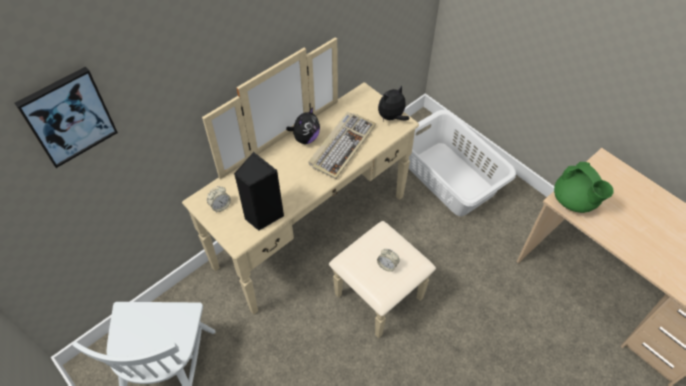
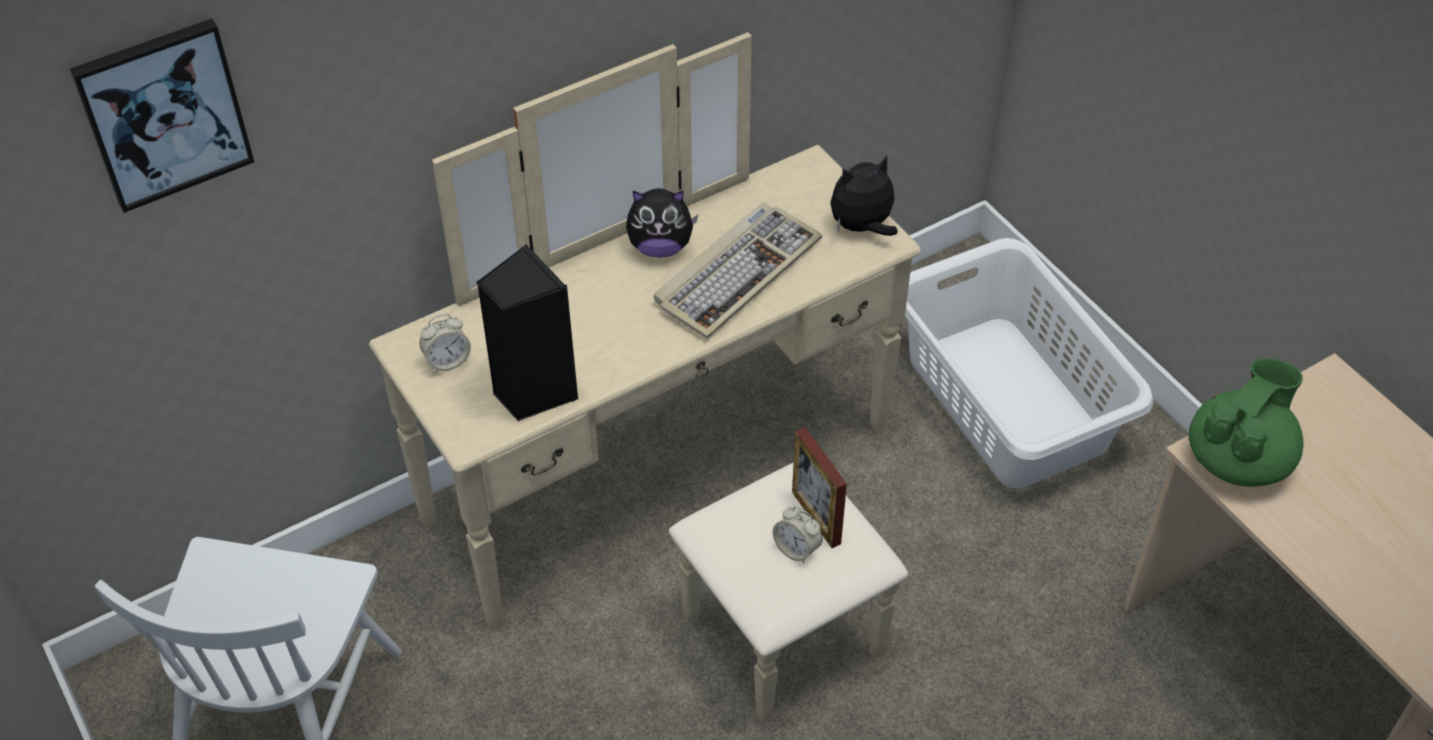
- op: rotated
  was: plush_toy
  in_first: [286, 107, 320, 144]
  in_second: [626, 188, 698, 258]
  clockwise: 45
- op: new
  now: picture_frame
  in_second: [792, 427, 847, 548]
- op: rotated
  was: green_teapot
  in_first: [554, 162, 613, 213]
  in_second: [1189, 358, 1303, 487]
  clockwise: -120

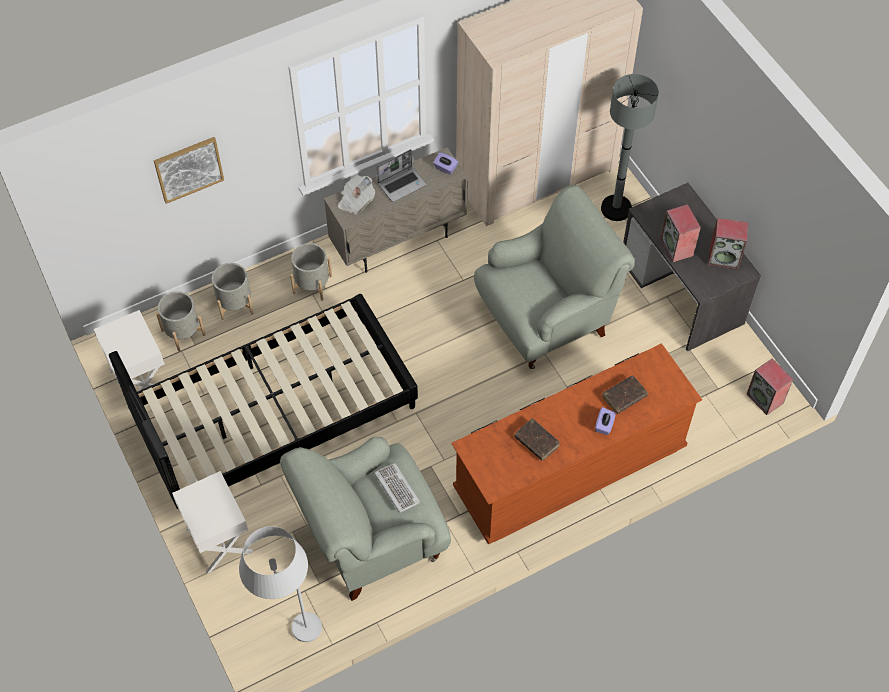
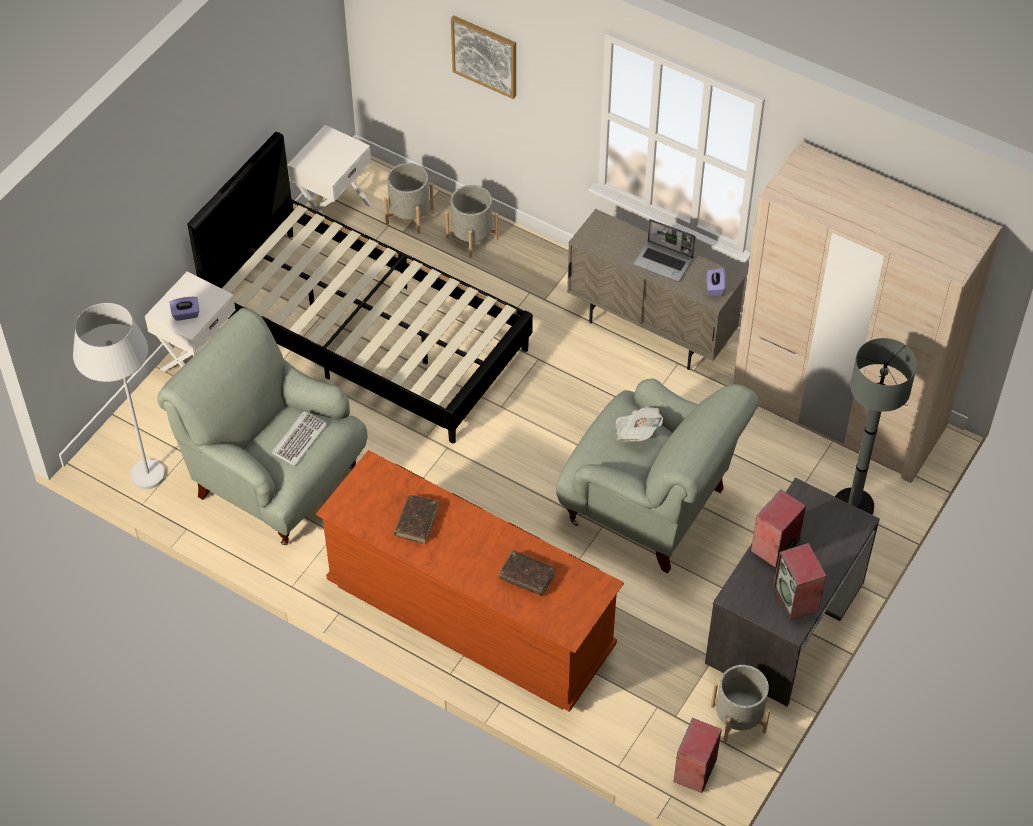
- op: shifted
  was: purple_tissue_box
  in_first: [595, 407, 616, 435]
  in_second: [170, 297, 199, 321]
- op: shifted
  was: newspaper
  in_first: [338, 175, 375, 215]
  in_second: [616, 407, 663, 441]
- op: shifted
  was: grey_planter
  in_first: [290, 243, 332, 301]
  in_second: [711, 665, 770, 743]

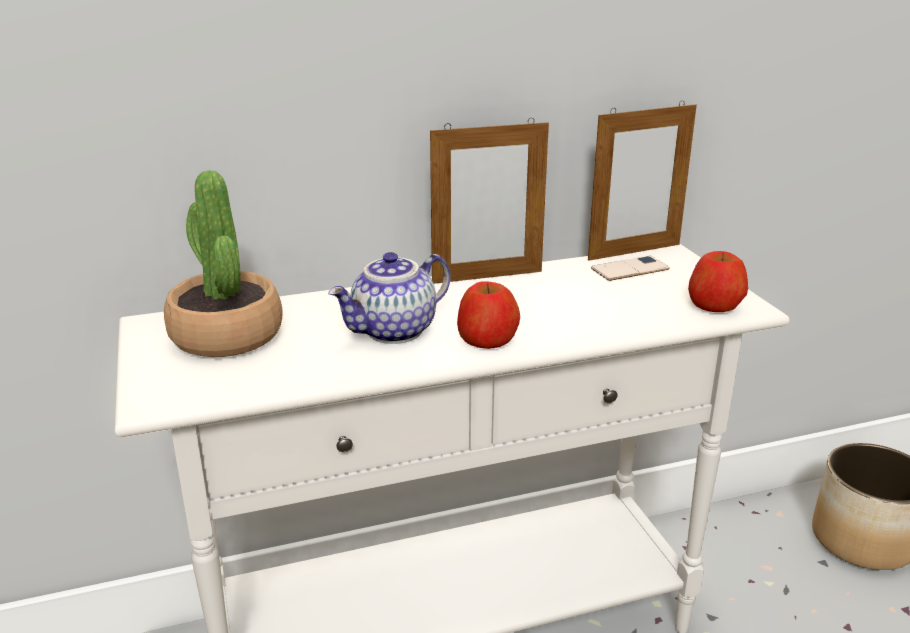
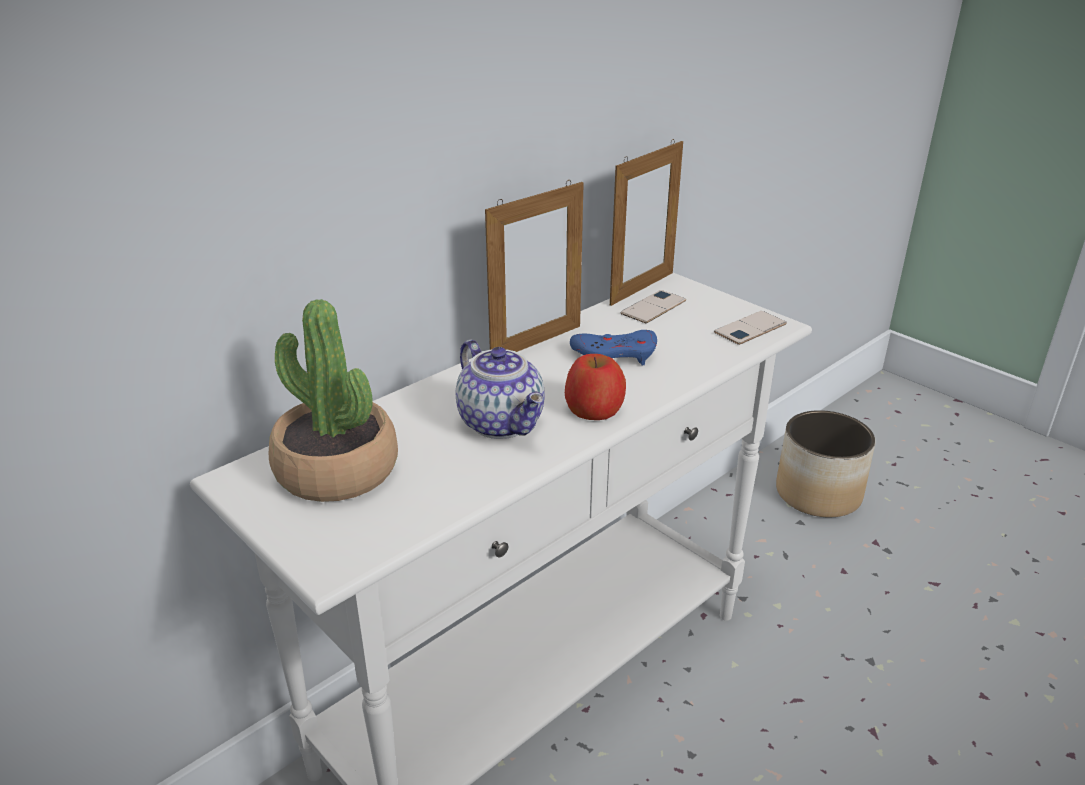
- op: rotated
  was: teapot
  in_first: [328, 252, 451, 344]
  in_second: [456, 340, 545, 439]
  clockwise: -60
- op: new
  now: blue_game_controller
  in_second: [570, 330, 657, 365]
- op: swapped
  was: apple
  now: phone
  in_first: [688, 251, 748, 312]
  in_second: [714, 311, 787, 345]

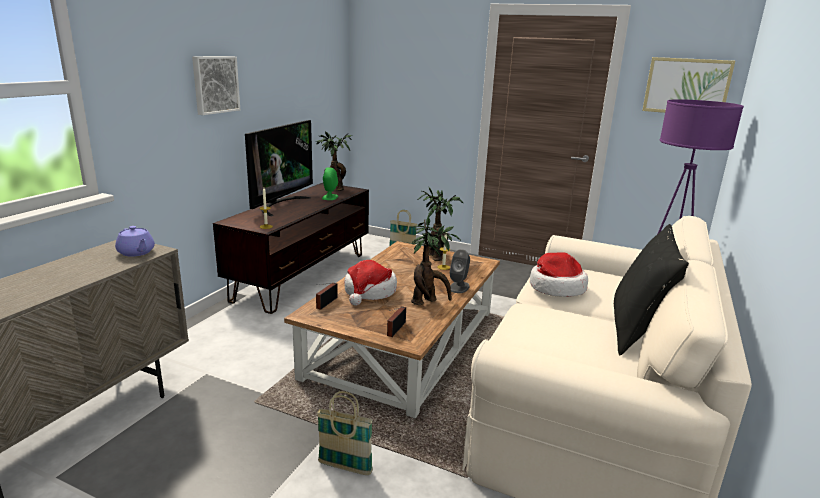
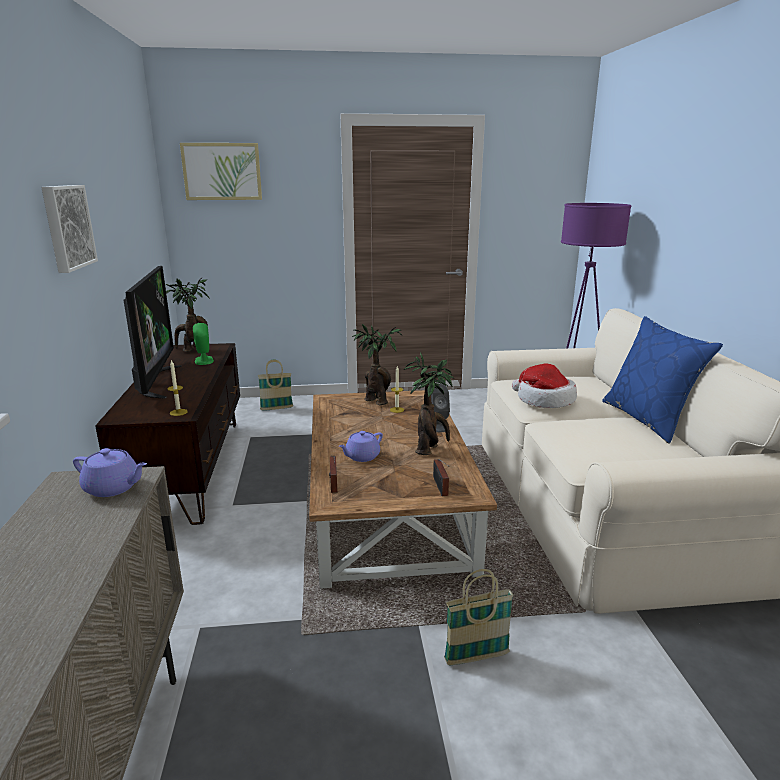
- op: shifted
  was: picture
  in_first: [642, 57, 735, 113]
  in_second: [180, 143, 262, 200]
- op: swapped
  was: hat
  now: purple_teapot
  in_first: [344, 260, 397, 306]
  in_second: [339, 431, 383, 462]
- op: repainted
  was: black_pillow
  now: blue_pillow
  in_first: [614, 224, 689, 355]
  in_second: [602, 316, 723, 444]

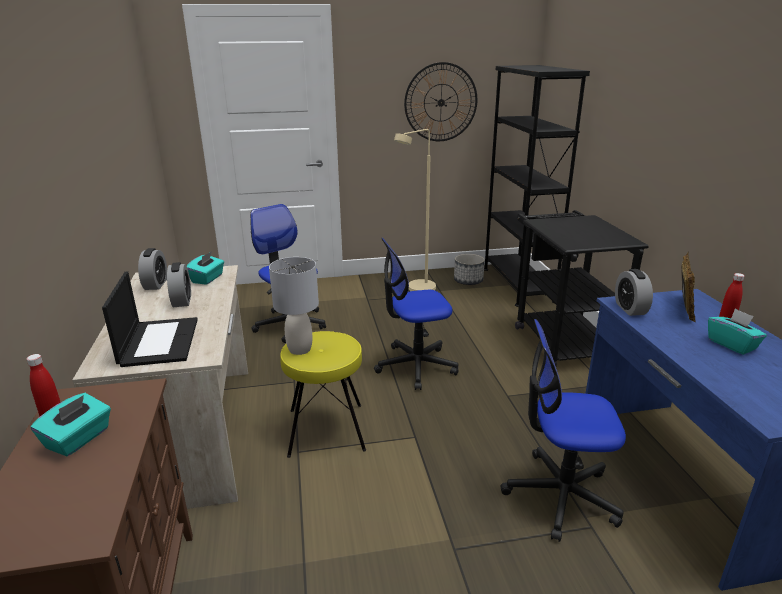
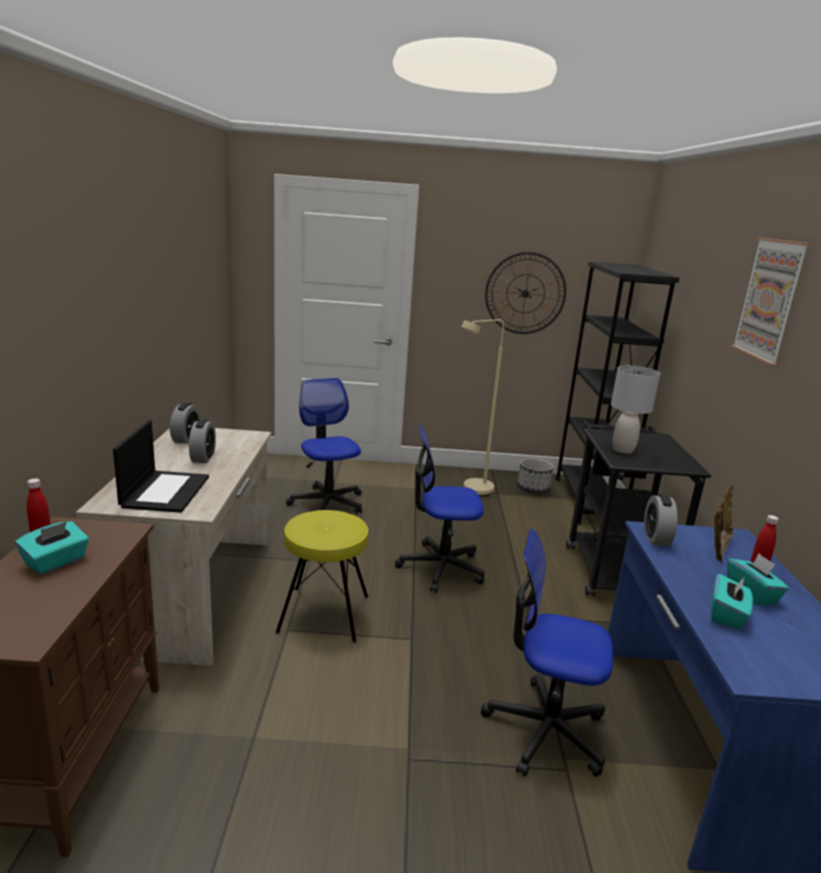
- op: shifted
  was: grey_table_lamp
  in_first: [269, 257, 319, 355]
  in_second: [611, 366, 660, 454]
- op: shifted
  was: turquoise_tissue_box
  in_first: [187, 251, 224, 285]
  in_second: [711, 574, 753, 629]
- op: new
  now: picture
  in_second: [731, 238, 811, 367]

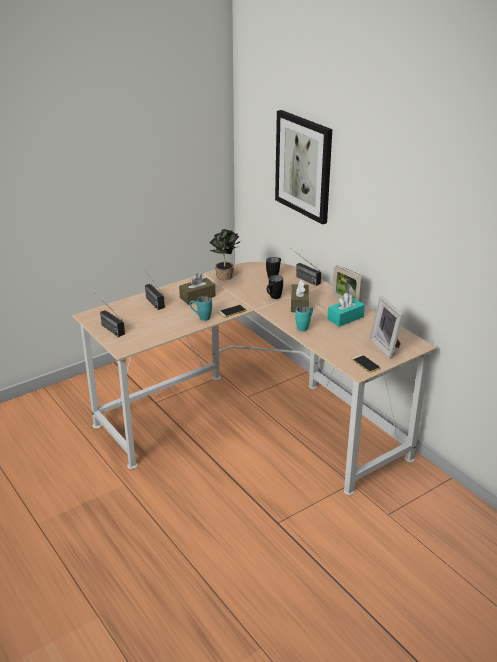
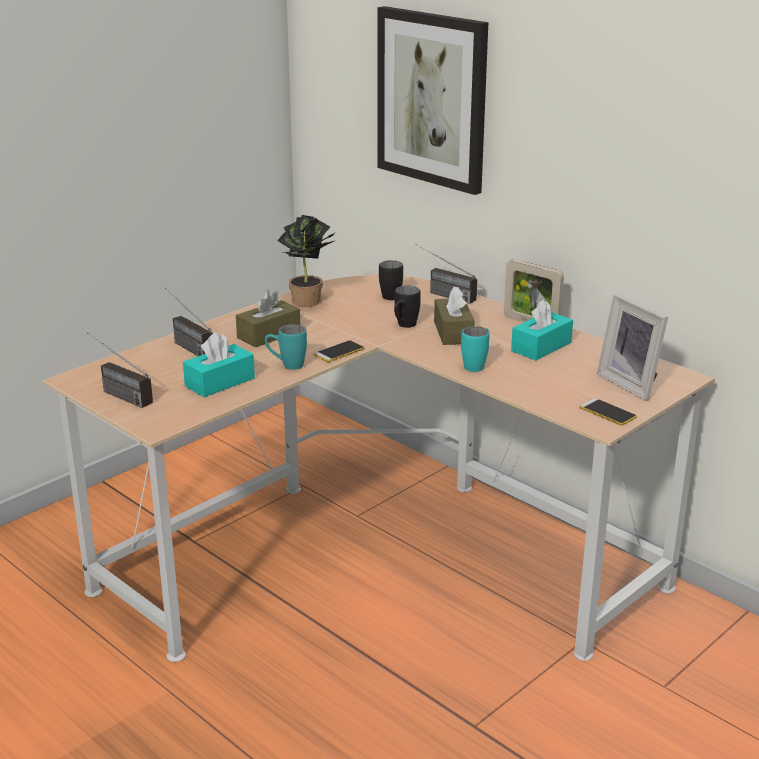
- op: new
  now: turquoise_tissue_box
  in_second: [183, 332, 255, 397]

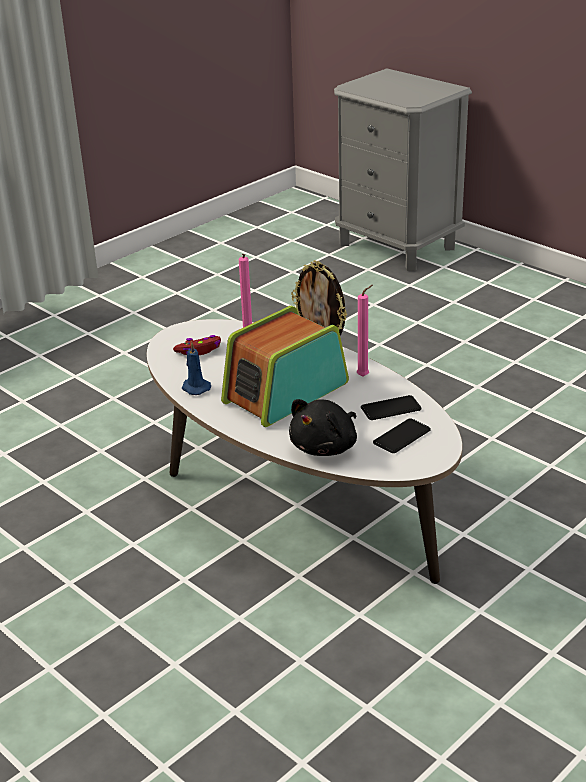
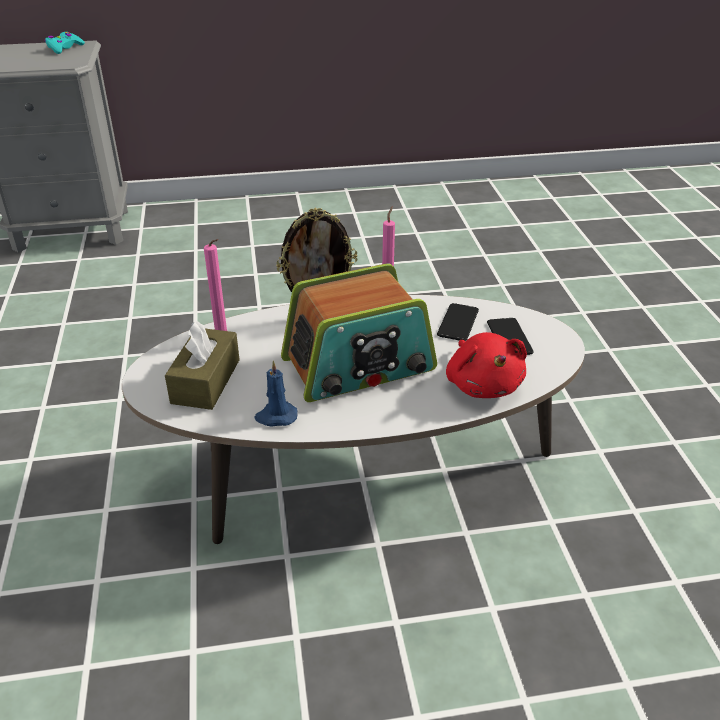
- op: new
  now: turquoise_game_controller
  in_second: [45, 32, 85, 54]
- op: swapped
  was: red_game_controller
  now: brown_tissue_box
  in_first: [173, 335, 221, 355]
  in_second: [165, 321, 240, 410]
- op: rotated
  was: radio
  in_first: [221, 306, 349, 427]
  in_second: [281, 264, 437, 402]
  clockwise: -105
- op: repainted
  was: black_plush_toy
  now: red_plush_toy
  in_first: [289, 399, 357, 456]
  in_second: [446, 332, 527, 398]

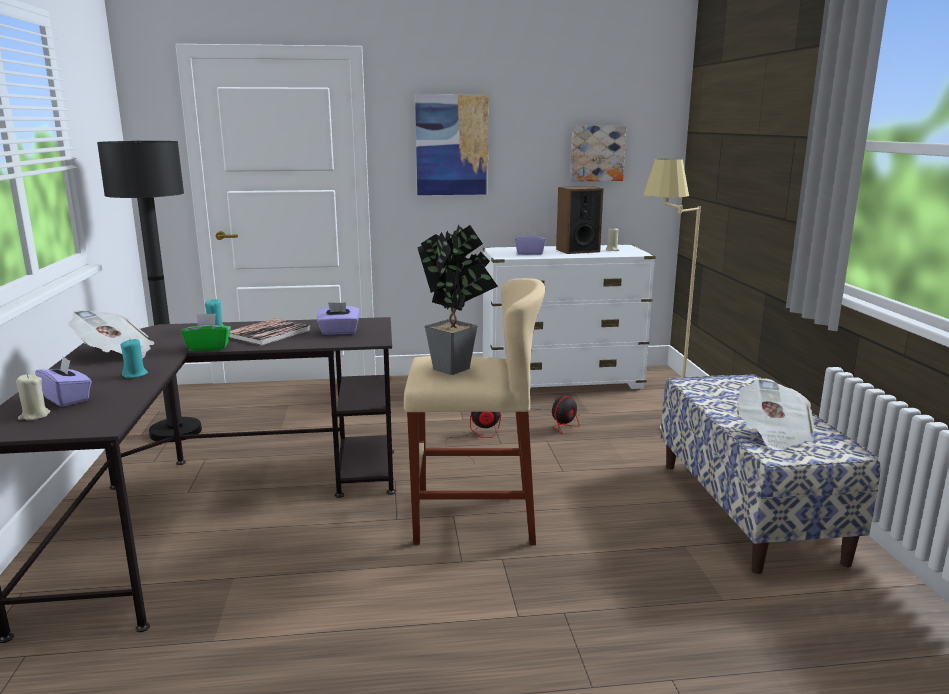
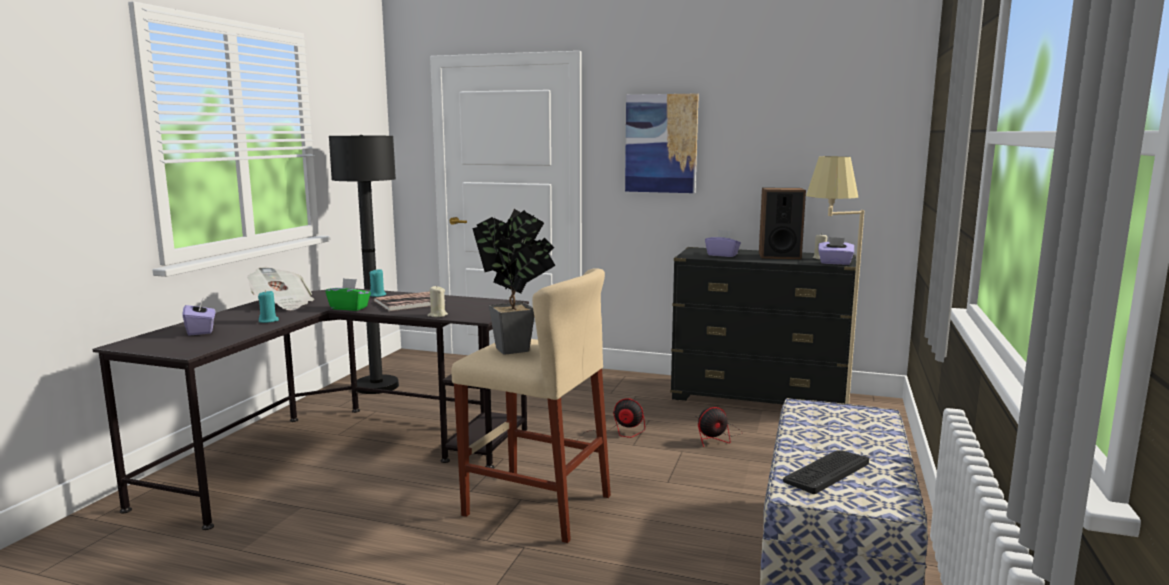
- op: shifted
  was: beige_candle
  in_first: [16, 374, 50, 420]
  in_second: [427, 285, 448, 317]
- op: repainted
  was: white_dresser
  now: black_dresser
  in_first: [483, 244, 656, 389]
  in_second: [670, 247, 856, 404]
- op: swapped
  was: newspaper
  now: keyboard
  in_first: [736, 378, 814, 450]
  in_second: [783, 450, 869, 494]
- op: shifted
  was: purple_tissue_box
  in_first: [317, 302, 359, 335]
  in_second: [818, 237, 854, 265]
- op: gone
  was: picture
  in_first: [570, 126, 626, 181]

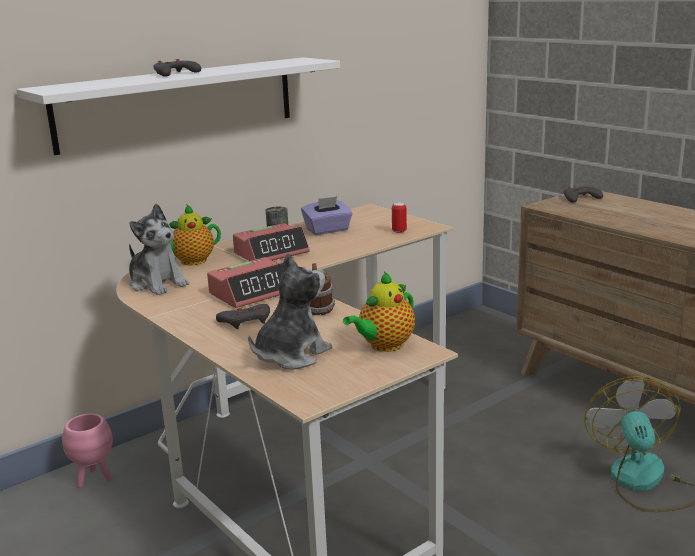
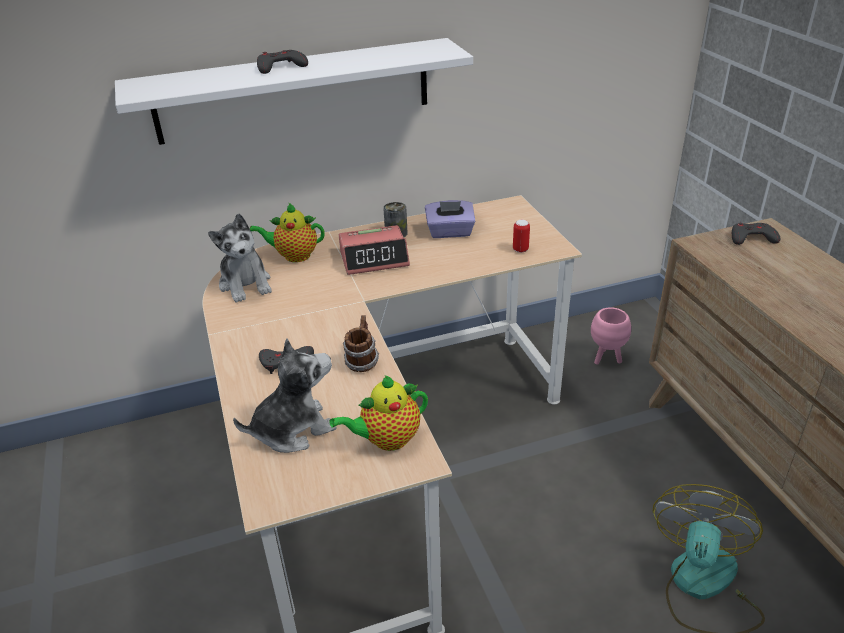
- op: shifted
  was: pink_planter
  in_first: [62, 414, 113, 488]
  in_second: [591, 307, 631, 365]
- op: gone
  was: alarm_clock
  in_first: [207, 257, 283, 308]

